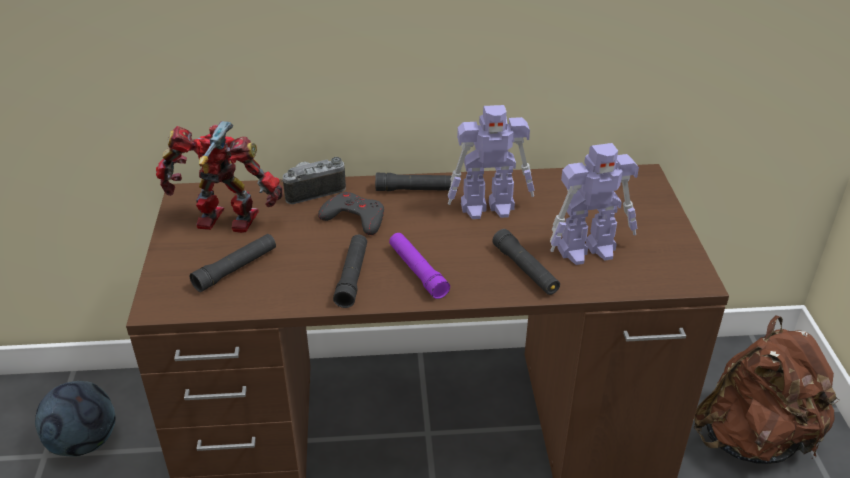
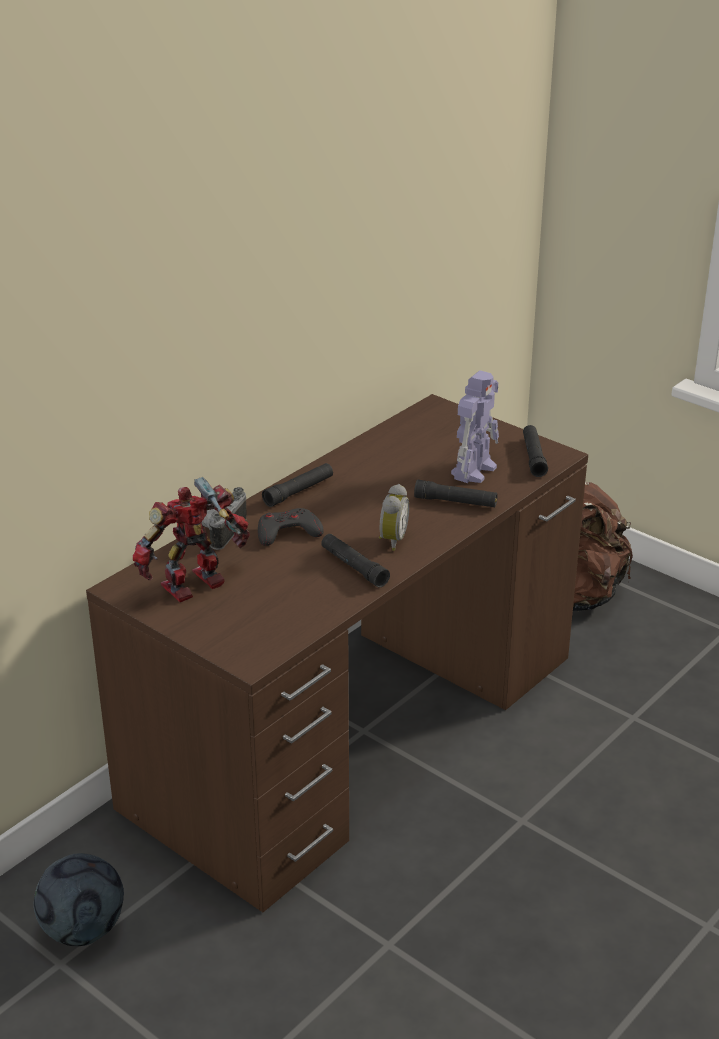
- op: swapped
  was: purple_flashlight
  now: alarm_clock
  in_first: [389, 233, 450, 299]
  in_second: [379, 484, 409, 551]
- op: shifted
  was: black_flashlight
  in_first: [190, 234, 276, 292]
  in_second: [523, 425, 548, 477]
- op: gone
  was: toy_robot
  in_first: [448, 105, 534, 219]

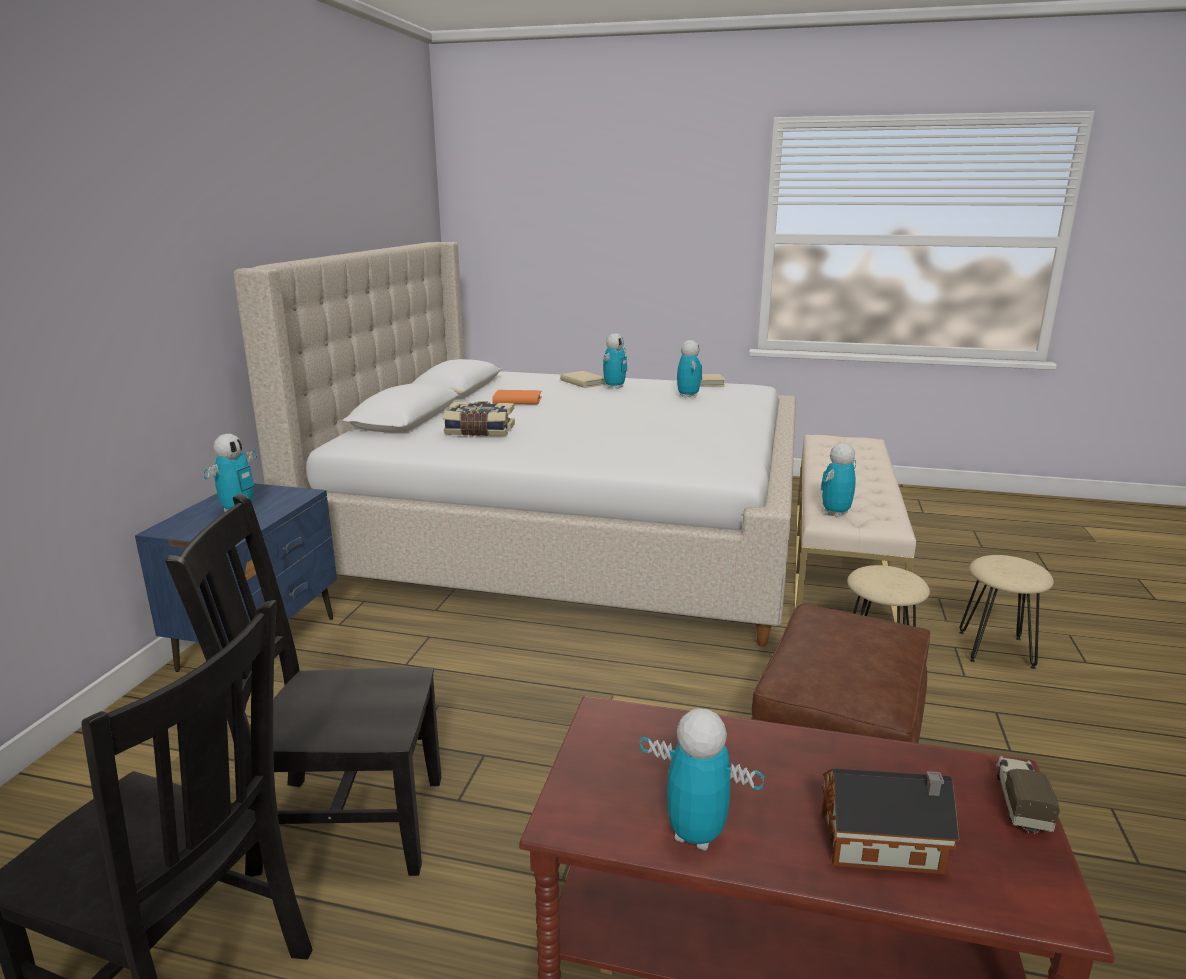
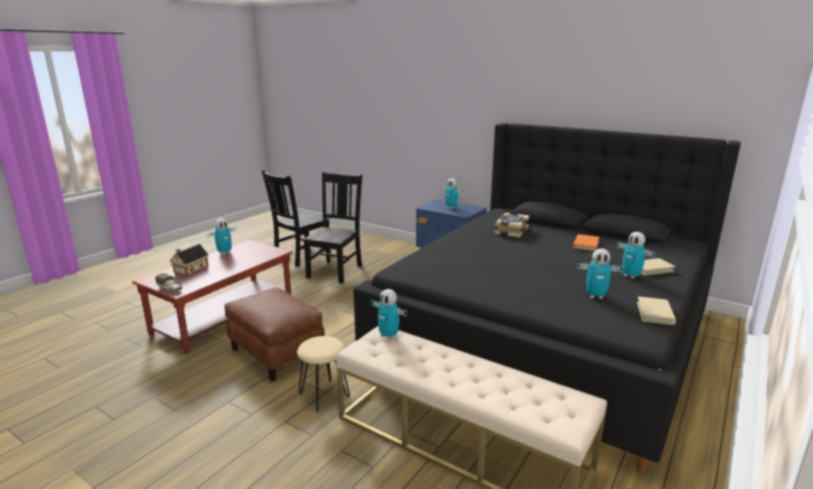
- op: repainted
  was: beige_bed
  now: black_bed
  in_first: [234, 242, 796, 647]
  in_second: [353, 123, 741, 473]
- op: rotated
  was: toy_robot
  in_first: [821, 443, 856, 517]
  in_second: [371, 289, 407, 340]
  clockwise: 150
- op: gone
  was: beige_stool
  in_first: [959, 555, 1054, 669]

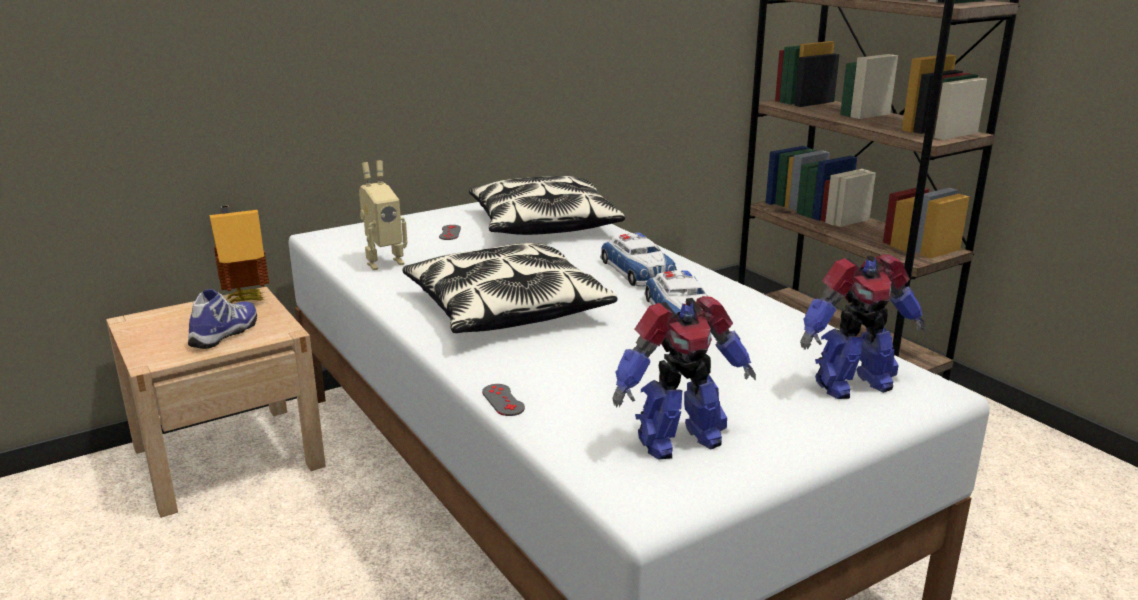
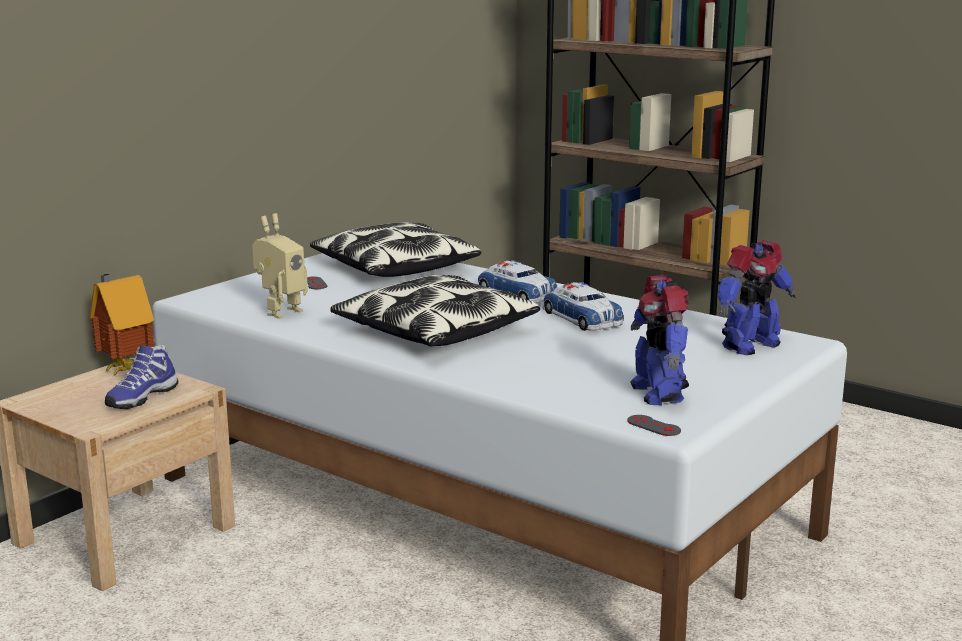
- op: rotated
  was: shoe
  in_first: [188, 289, 257, 349]
  in_second: [105, 345, 179, 409]
  clockwise: -150
- op: shifted
  was: grey_game_controller
  in_first: [482, 384, 525, 416]
  in_second: [628, 415, 681, 436]
- op: rotated
  was: toy_robot
  in_first: [612, 296, 756, 460]
  in_second: [630, 275, 689, 405]
  clockwise: 120

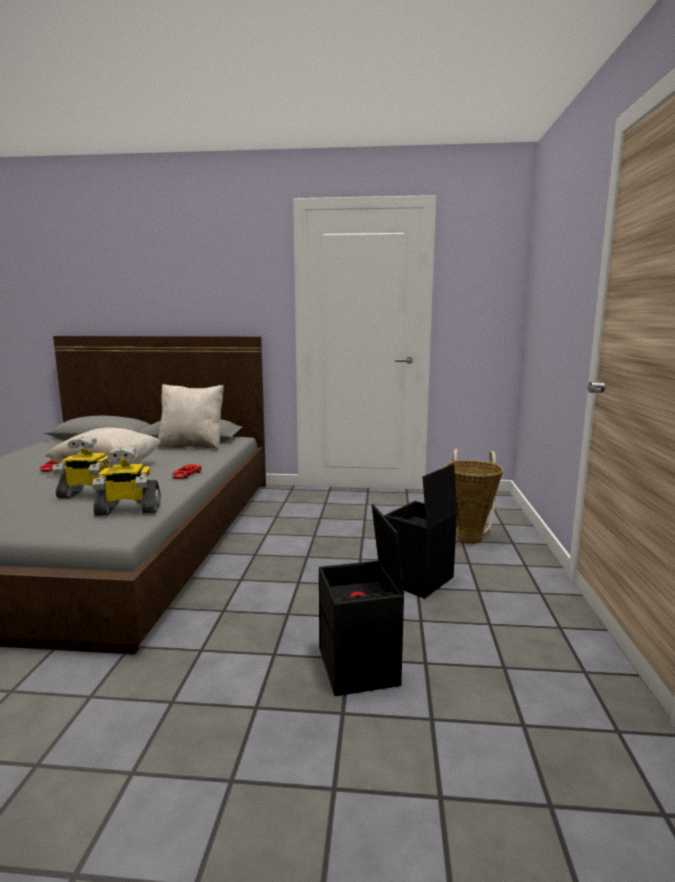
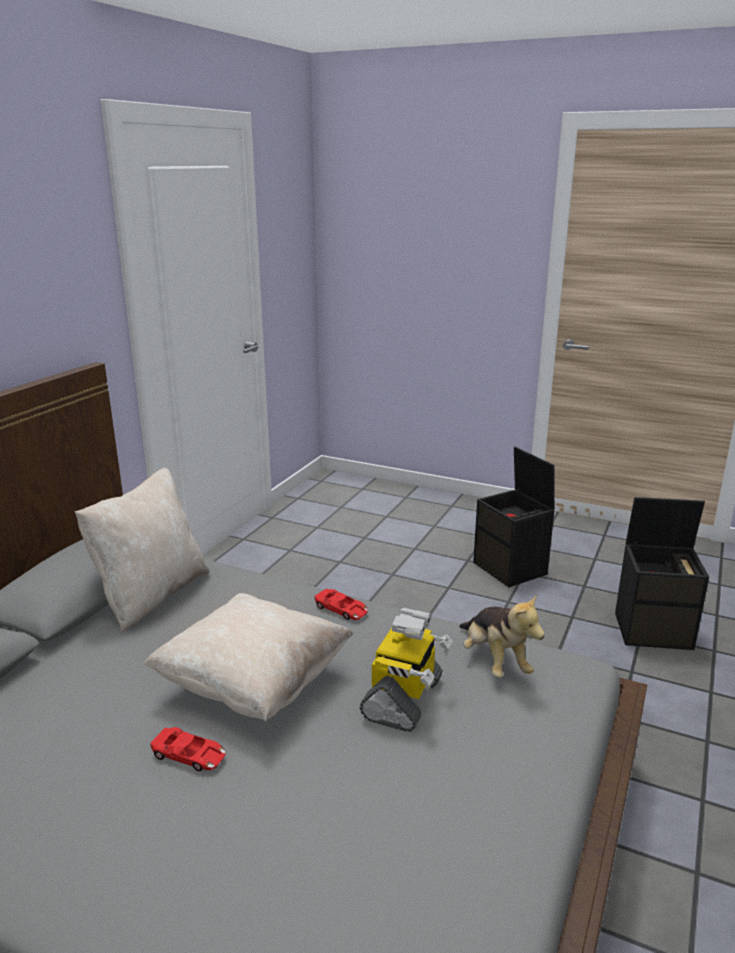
- op: swapped
  was: toy_robot
  now: plush_toy
  in_first: [92, 446, 161, 516]
  in_second: [459, 594, 545, 678]
- op: gone
  was: basket
  in_first: [445, 449, 503, 544]

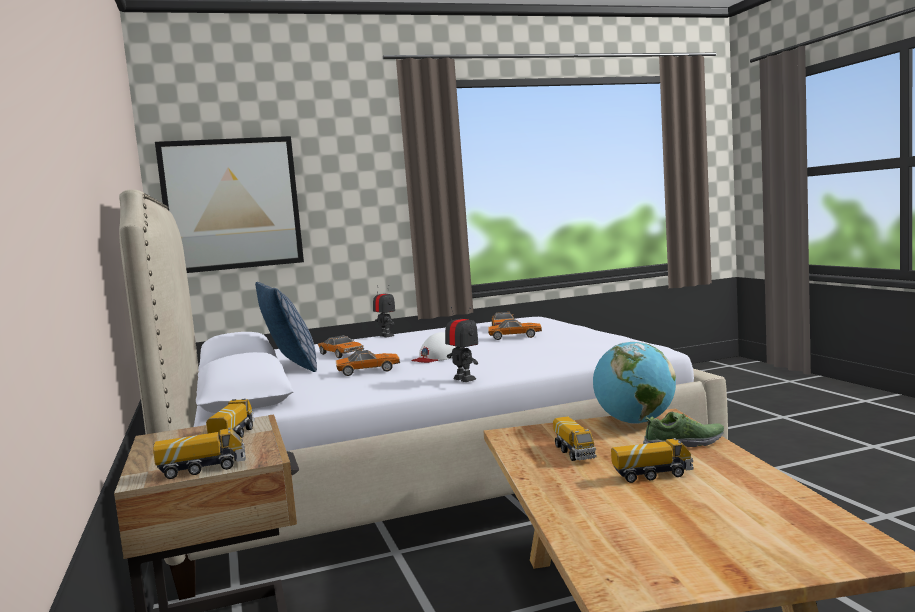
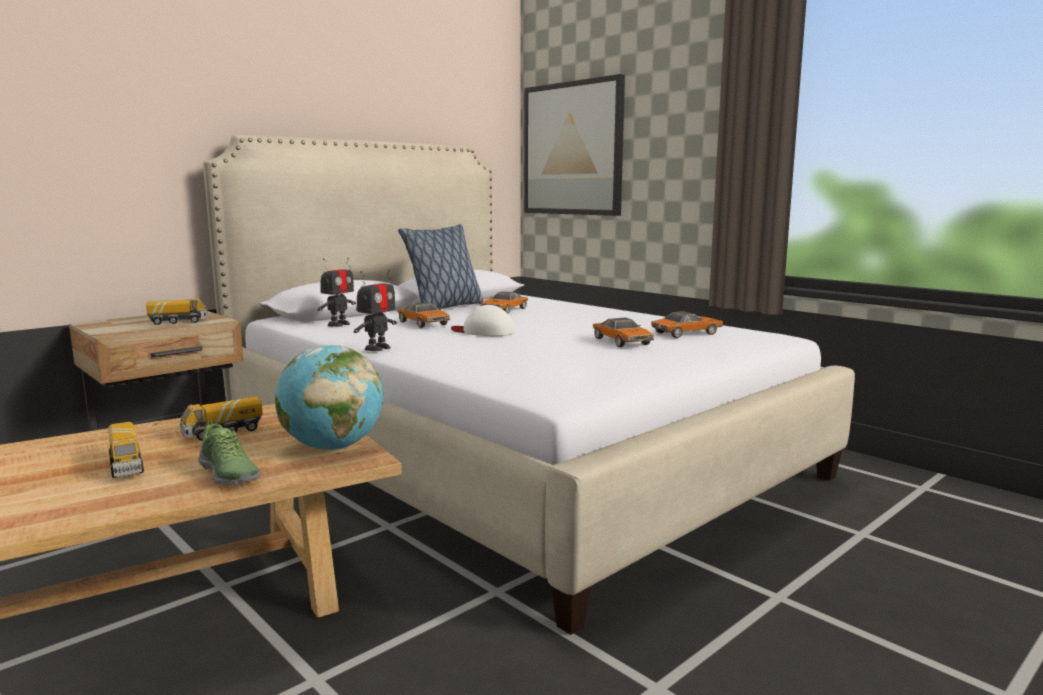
- op: shifted
  was: toy_robot
  in_first: [373, 285, 395, 337]
  in_second: [318, 258, 356, 327]
- op: gone
  was: toy_truck
  in_first: [153, 428, 246, 479]

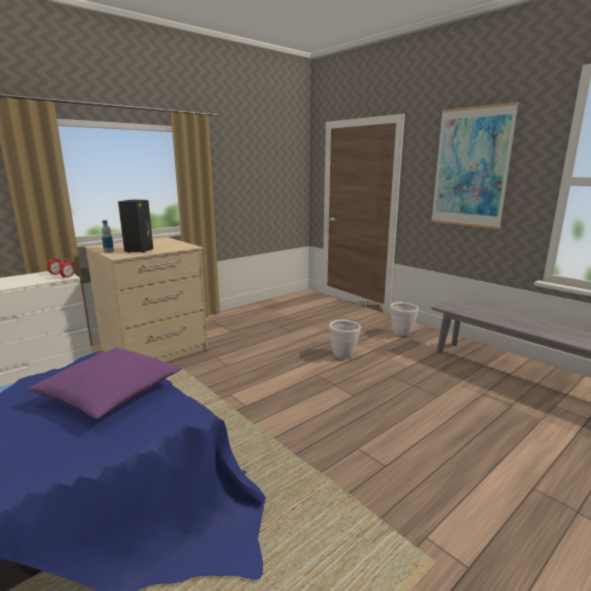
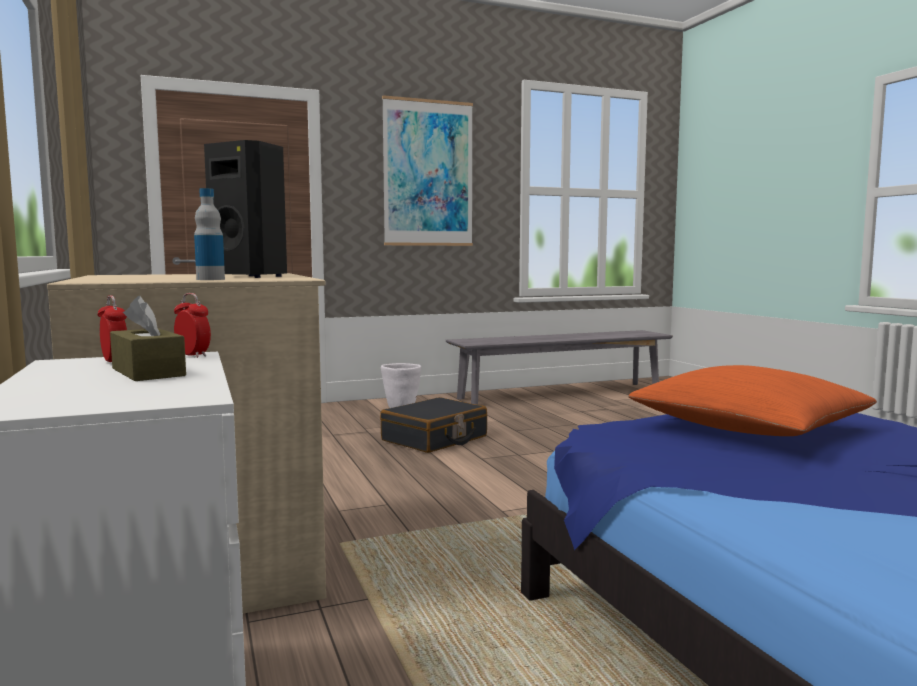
- op: new
  now: brown_tissue_box
  in_second: [110, 296, 186, 381]
- op: swapped
  was: white_planter
  now: black_suitcase
  in_first: [329, 320, 361, 359]
  in_second: [380, 397, 487, 453]
- op: repainted
  was: purple_pillow
  now: orange_pillow
  in_first: [28, 348, 182, 419]
  in_second: [628, 365, 877, 436]

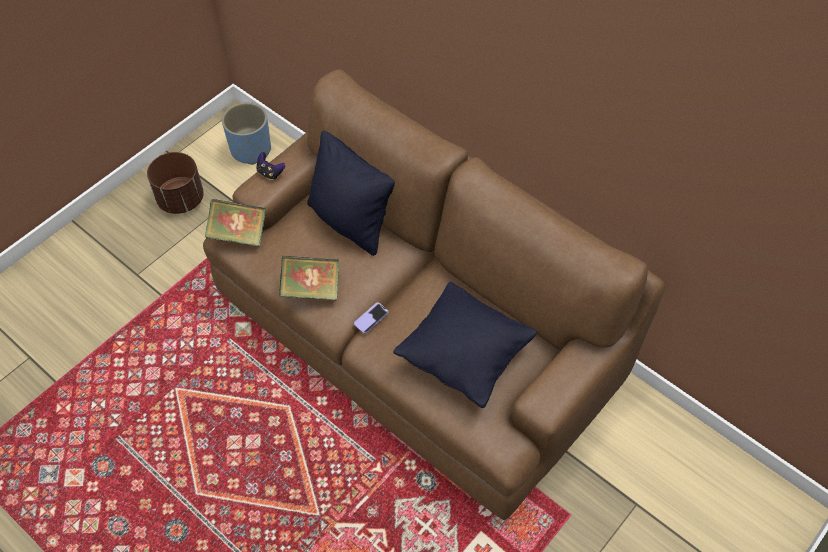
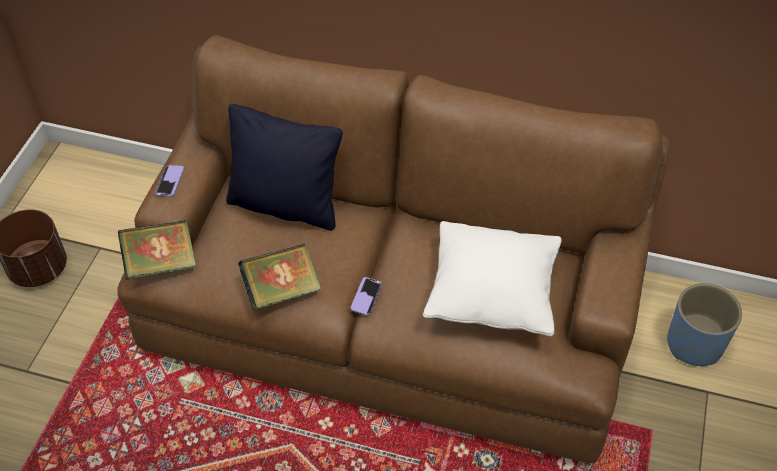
- op: swapped
  was: game_controller
  now: phone
  in_first: [257, 152, 285, 180]
  in_second: [155, 165, 184, 197]
- op: repainted
  was: black_pillow
  now: white_pillow
  in_first: [393, 282, 537, 408]
  in_second: [423, 221, 562, 336]
- op: shifted
  was: blue_planter
  in_first: [222, 102, 271, 165]
  in_second: [667, 283, 742, 366]

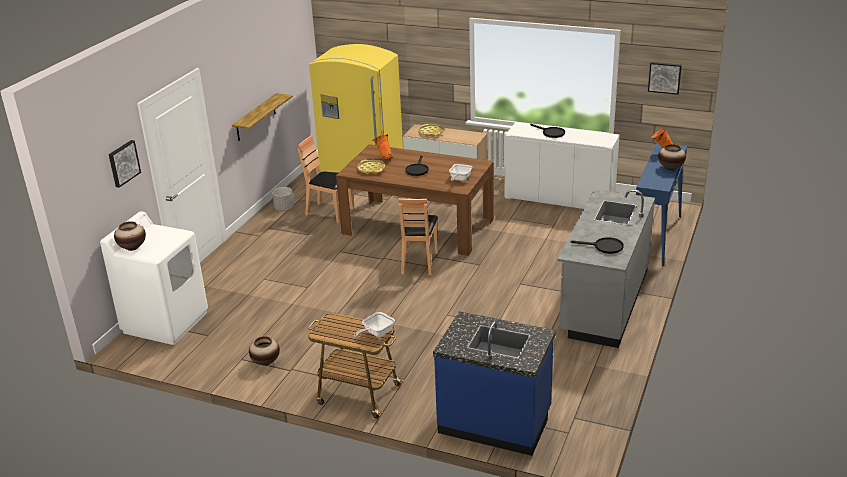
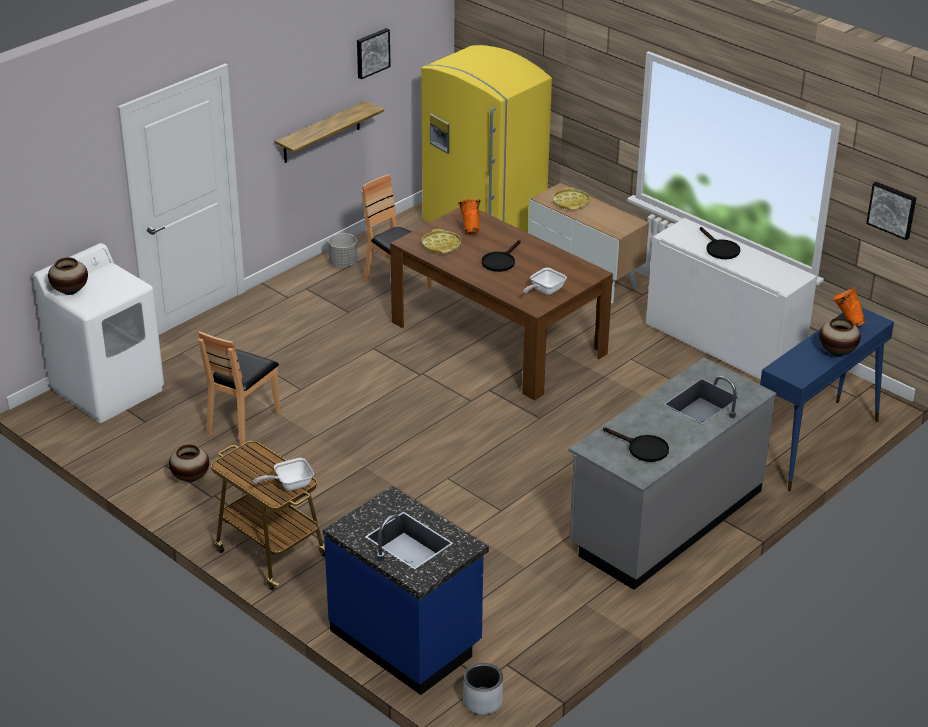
- op: shifted
  was: brown_chair
  in_first: [399, 198, 438, 275]
  in_second: [198, 331, 280, 445]
- op: shifted
  was: picture
  in_first: [109, 140, 141, 188]
  in_second: [357, 28, 391, 79]
- op: new
  now: grey_planter
  in_second: [463, 663, 503, 715]

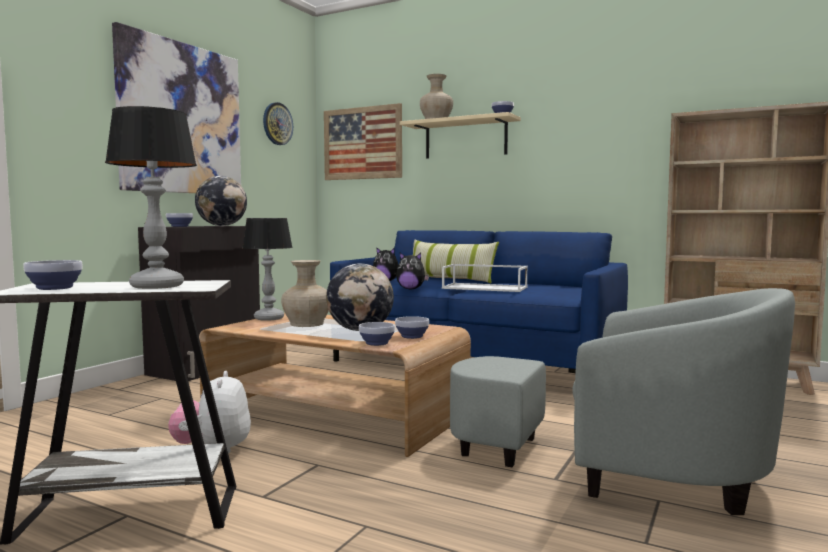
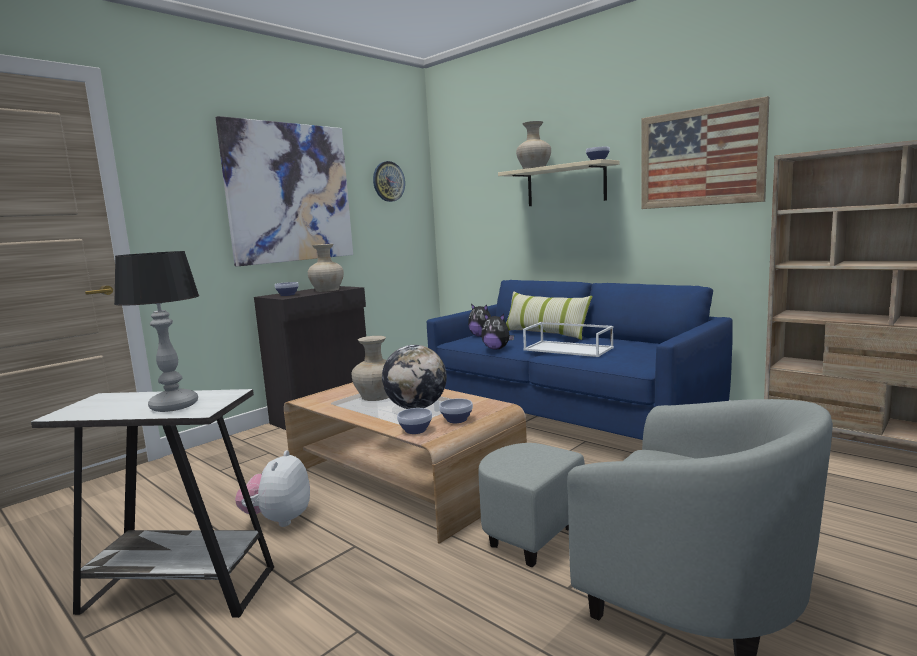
- op: swapped
  was: globe
  now: beige_vase
  in_first: [195, 176, 247, 226]
  in_second: [308, 244, 344, 292]
- op: shifted
  was: picture
  in_first: [324, 103, 402, 180]
  in_second: [641, 96, 769, 209]
- op: gone
  was: bowl
  in_first: [23, 260, 83, 290]
- op: gone
  was: table_lamp
  in_first: [242, 218, 293, 321]

